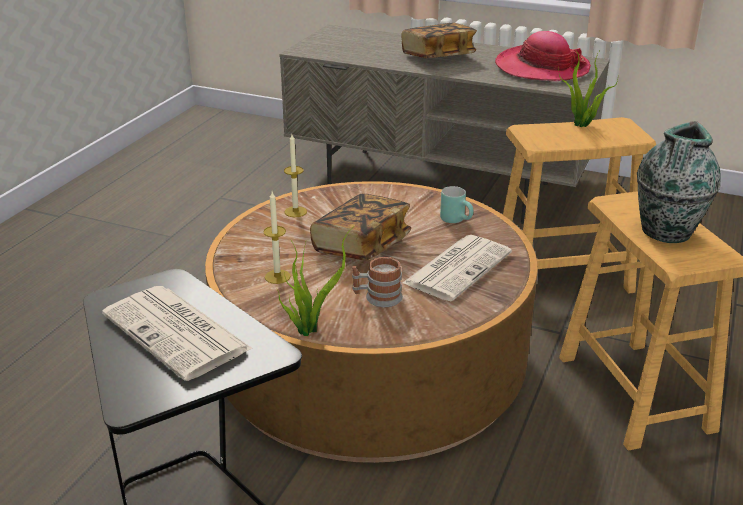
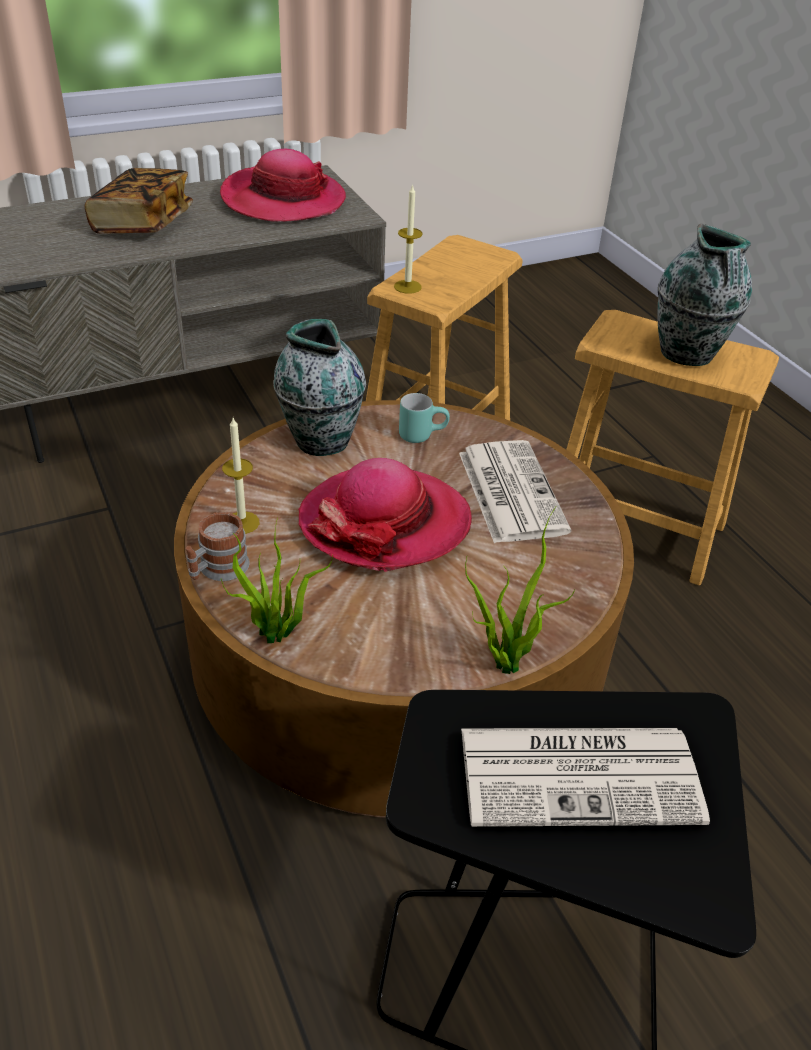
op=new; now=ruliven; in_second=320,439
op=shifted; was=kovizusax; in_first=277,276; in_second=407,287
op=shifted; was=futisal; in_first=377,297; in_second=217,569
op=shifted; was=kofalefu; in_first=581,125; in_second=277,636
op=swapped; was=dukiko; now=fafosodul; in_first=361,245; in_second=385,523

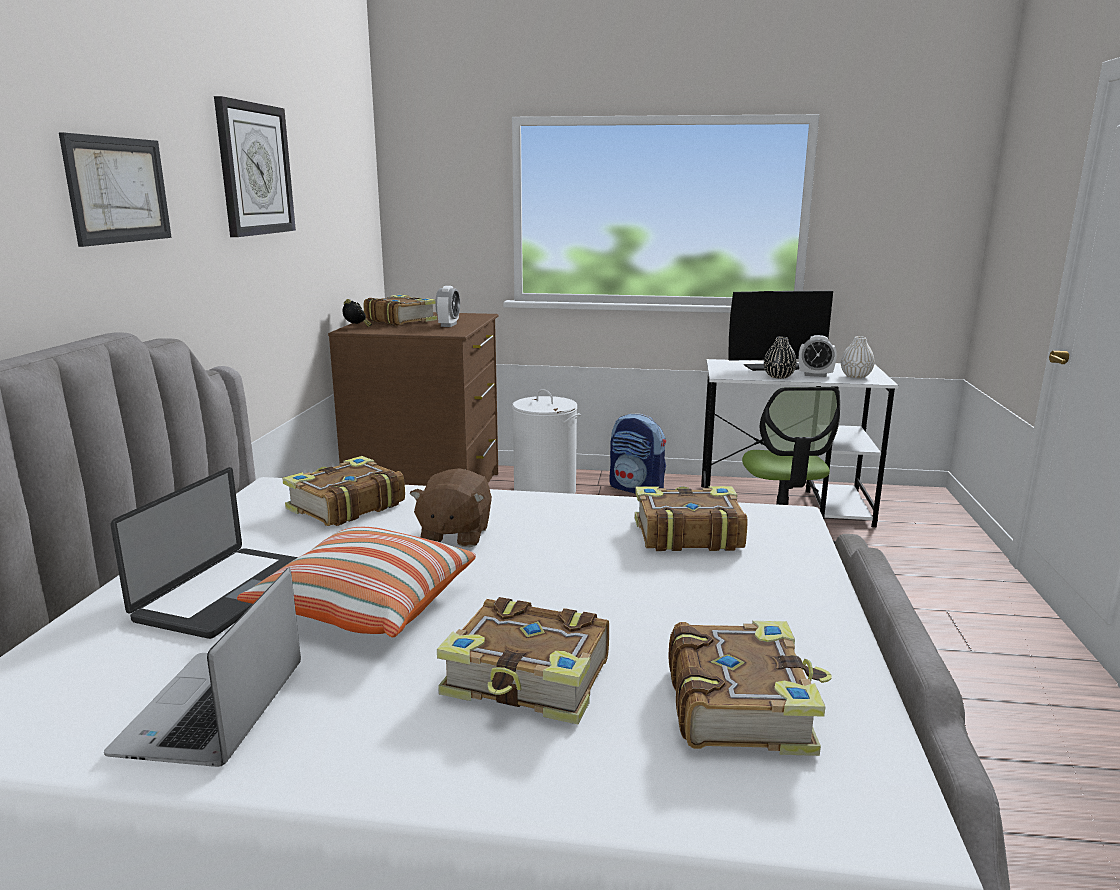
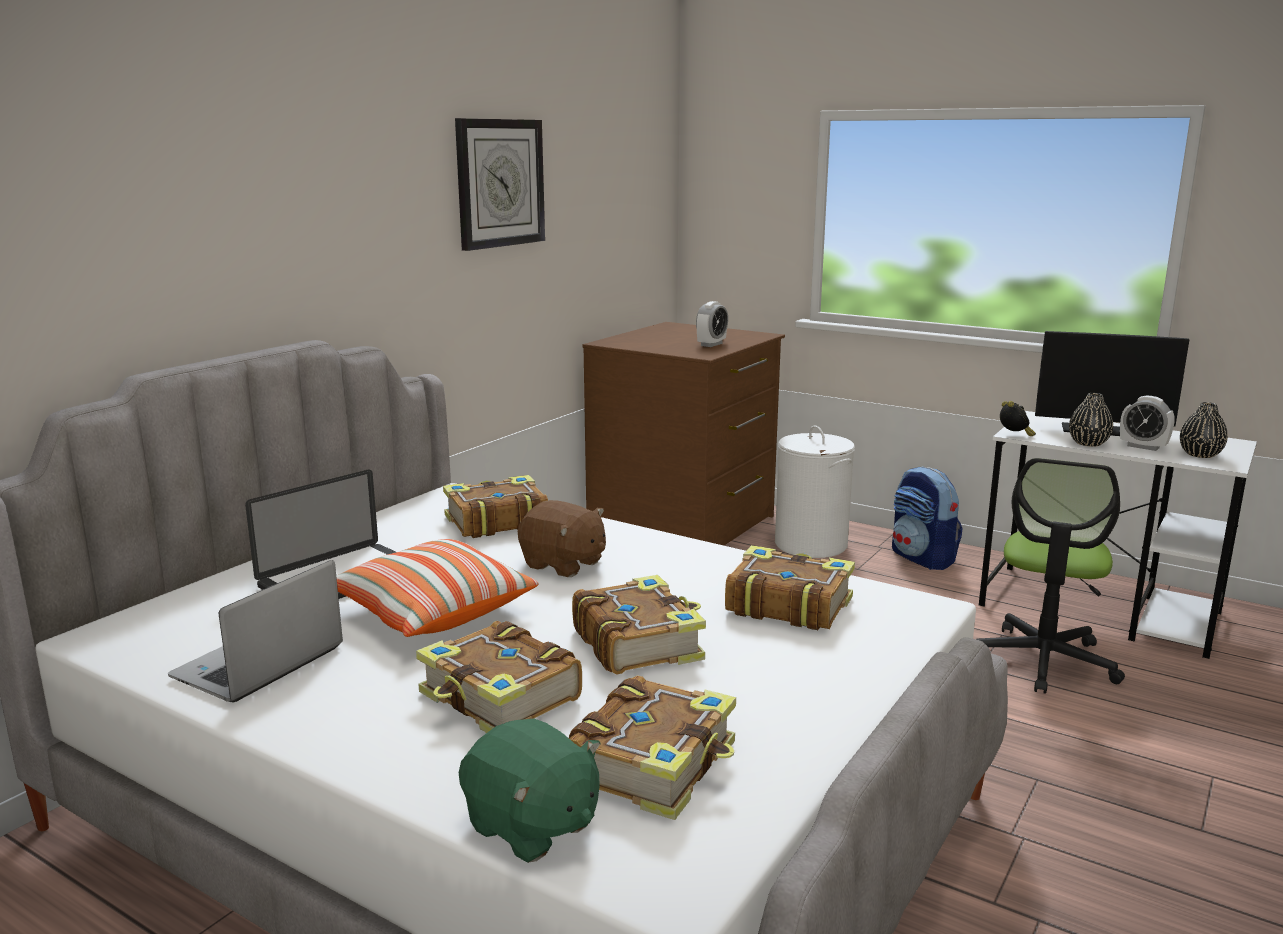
op=gone; was=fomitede; in_first=118,190
op=new; now=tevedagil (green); in_second=531,826
op=shifted; was=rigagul; in_first=356,327; in_second=1014,436
op=shifted; was=dukiko; in_first=400,320; in_second=638,642
op=repainted; was=ruliven (white); now=ruliven (black); in_first=855,376; in_second=1200,454
op=rotated; was=tevedagil (brown); in_first=454,535; in_second=563,564; clockwise=-90

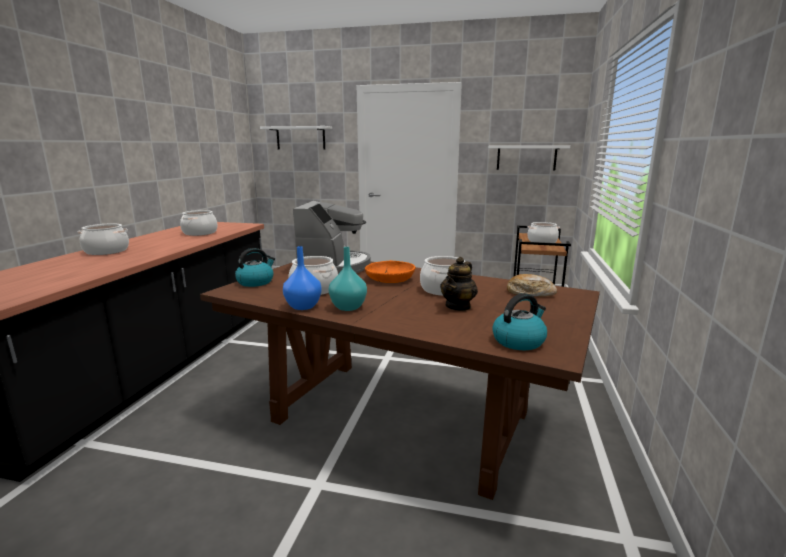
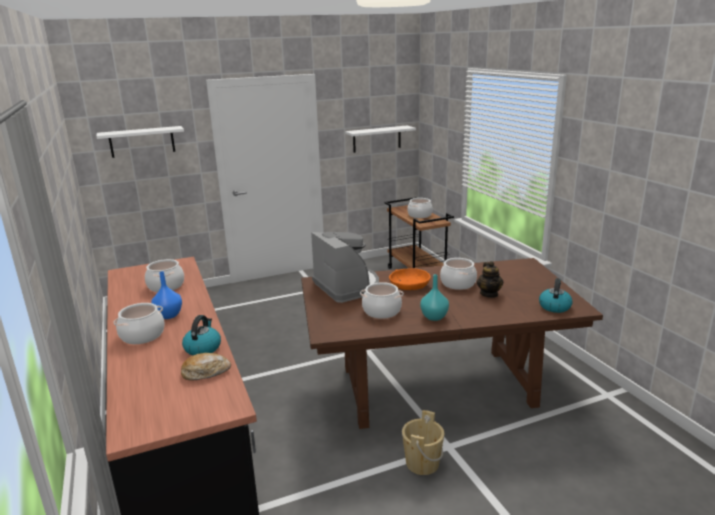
op=new; now=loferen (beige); in_second=422,463
op=shifted; was=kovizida; in_first=256,282; in_second=203,348
op=shifted; was=ruliven (blue); in_first=303,307; in_second=169,315
op=shifted; was=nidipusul; in_first=530,293; in_second=206,372

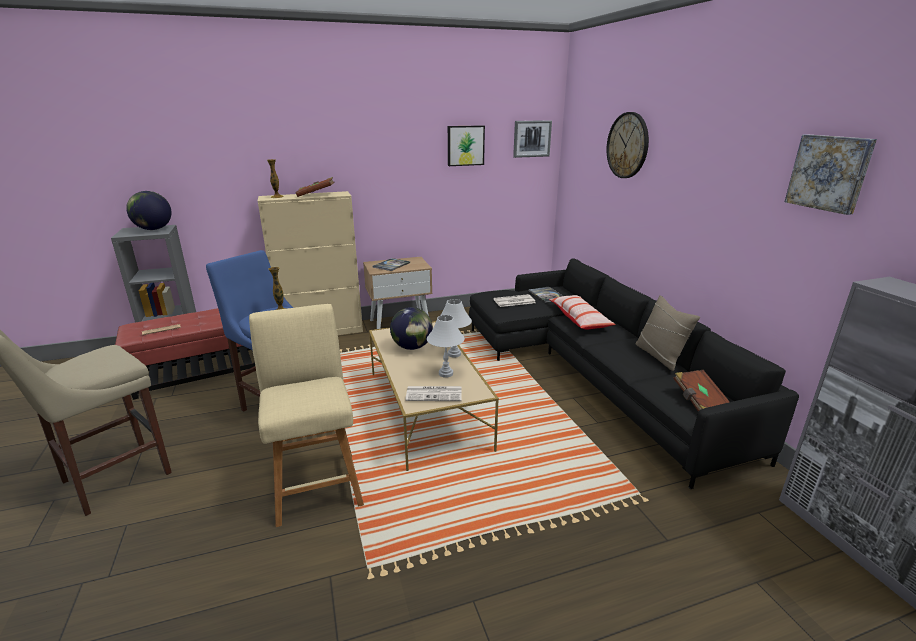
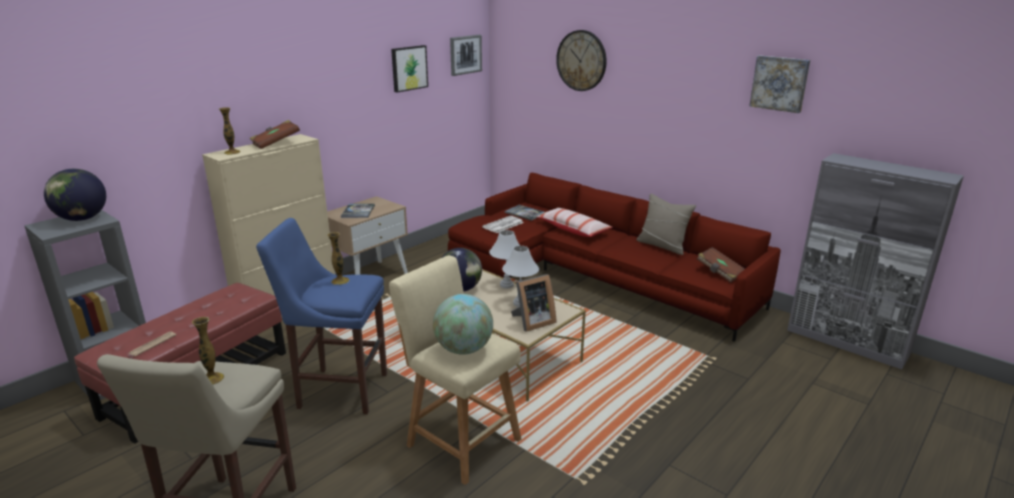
op=new; now=ruliven; in_second=212,379
op=new; now=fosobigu; in_second=464,349
op=swapped; was=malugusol; now=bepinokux; in_first=435,394; in_second=532,322
op=repainted; was=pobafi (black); now=pobafi (red); in_first=593,372; in_second=594,276

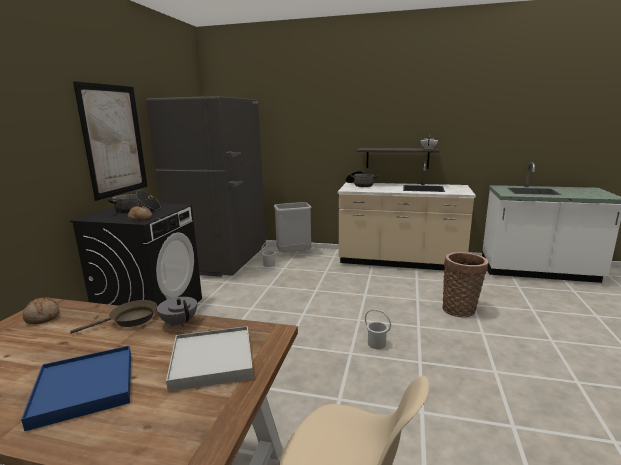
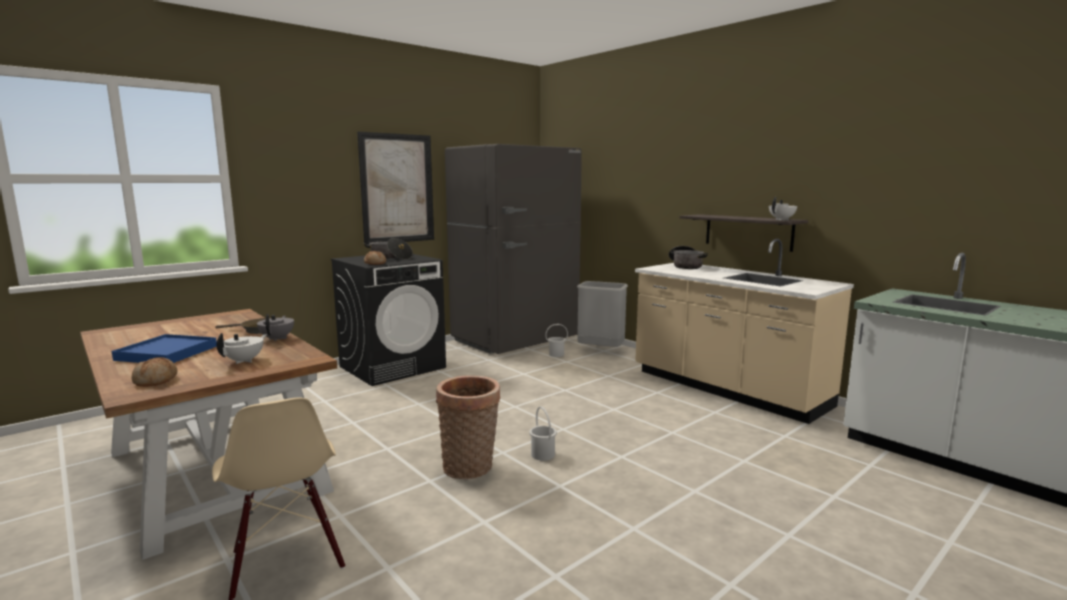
op=shifted; was=nidipusul; in_first=43,317; in_second=156,380
op=shifted; was=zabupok; in_first=460,309; in_second=470,468
op=swapped; was=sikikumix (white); now=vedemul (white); in_first=212,360; in_second=245,361

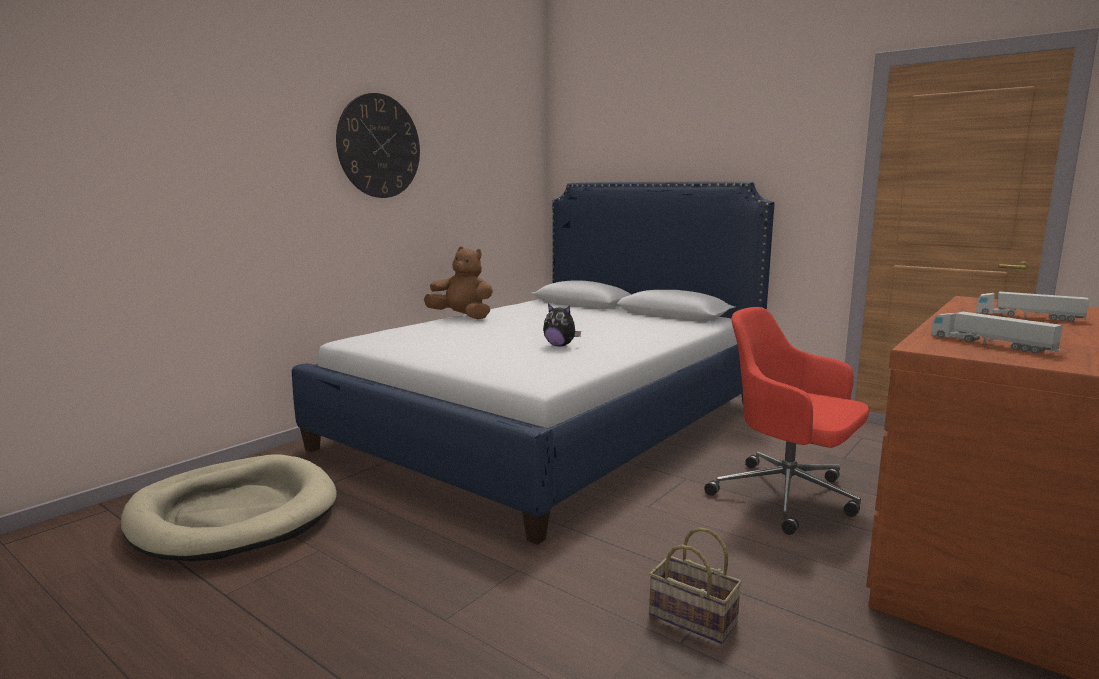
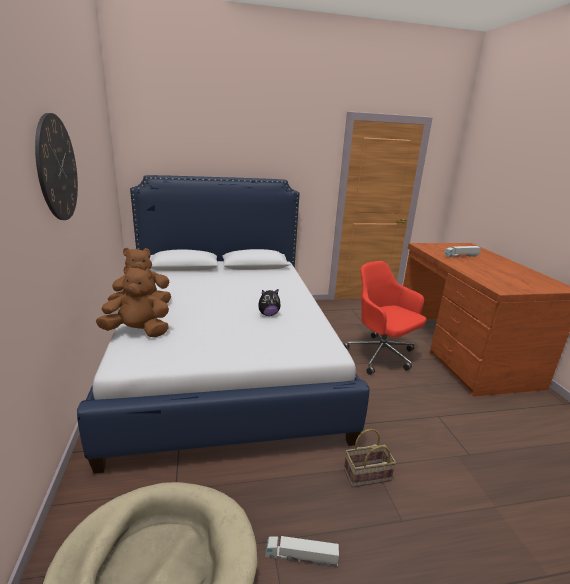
op=new; now=tevedagil (brown); in_second=138,332
op=shifted; was=zabupok; in_first=690,619; in_second=366,476
op=shifted; was=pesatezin; in_first=991,344; in_second=301,556
op=rotated; was=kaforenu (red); in_first=788,497; in_second=381,356; clockwise=60

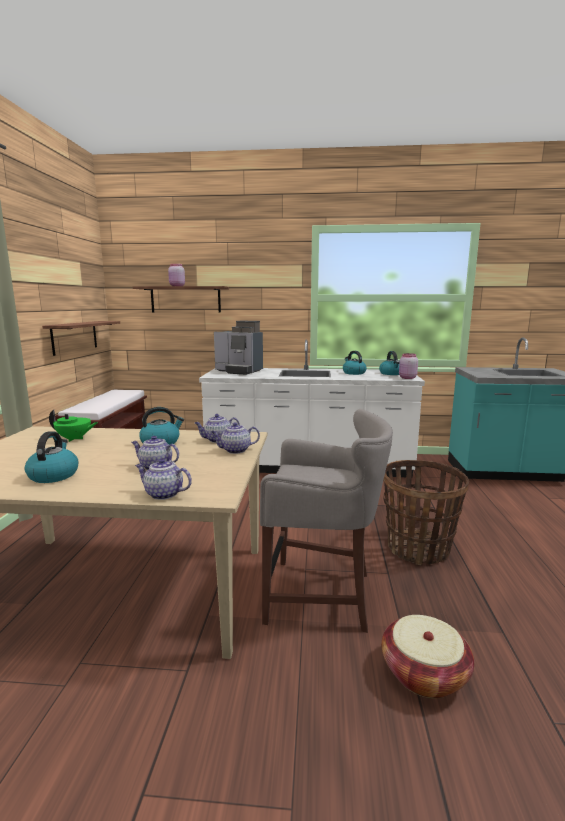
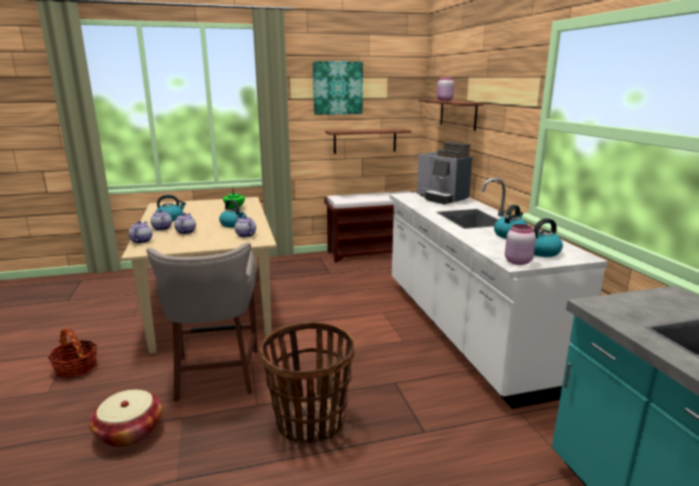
op=new; now=zabupok; in_second=76,368
op=new; now=fomitede; in_second=337,88
op=shifted; was=vedemul; in_first=235,450; in_second=161,228
op=rotated; was=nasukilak; in_first=239,371; in_second=442,198; clockwise=-45

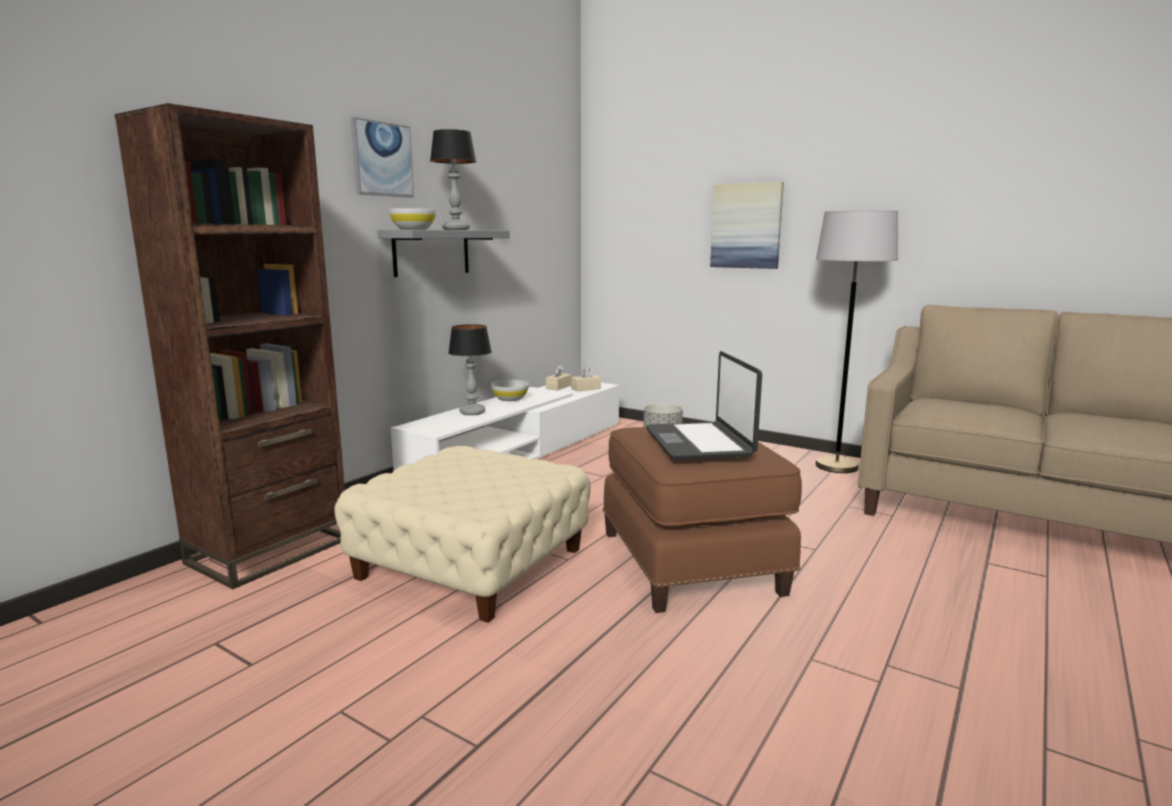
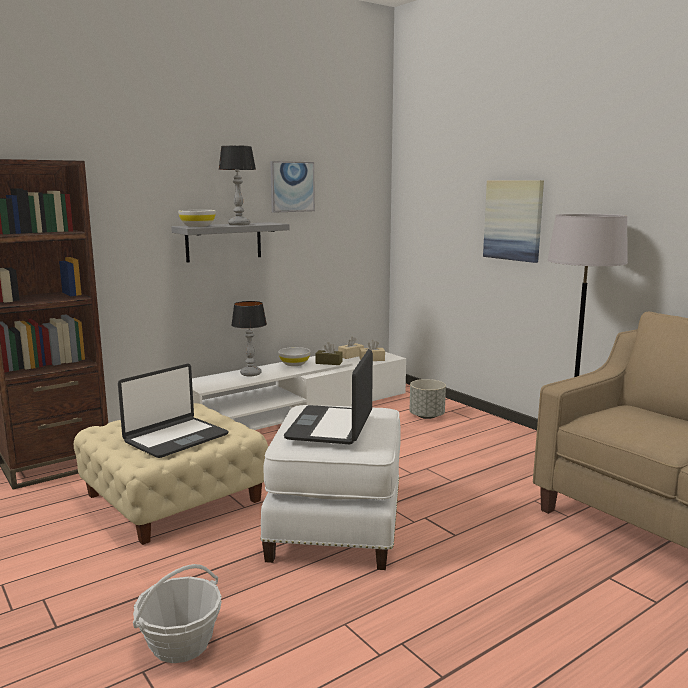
op=new; now=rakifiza; in_second=175,438
op=new; now=zabupok; in_second=180,643
op=new; now=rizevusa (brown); in_second=329,362
op=shifted; was=fomitede; in_first=382,159; in_second=292,186
op=repainted; was=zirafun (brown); now=zirafun (white); in_first=692,561; in_second=338,526

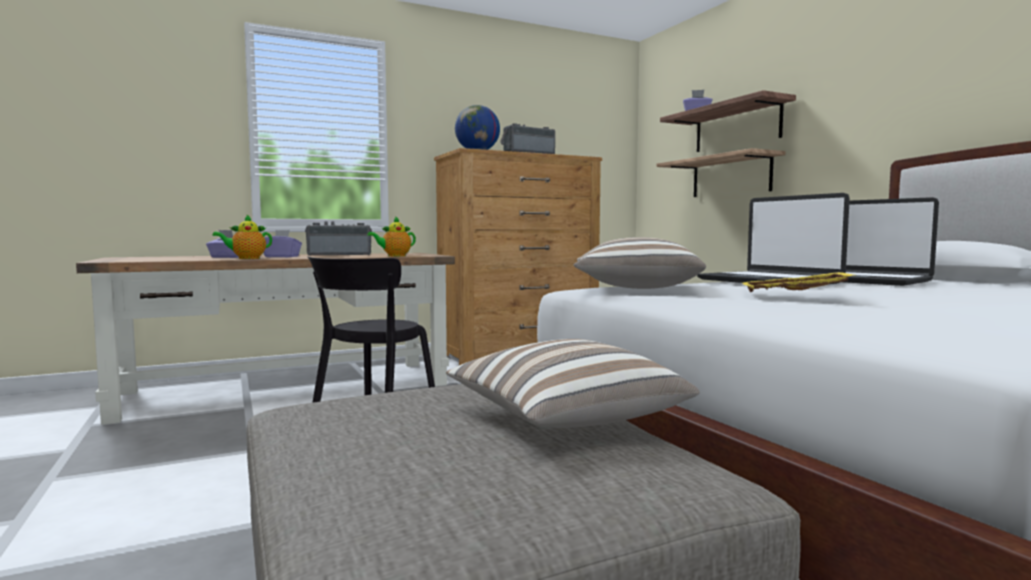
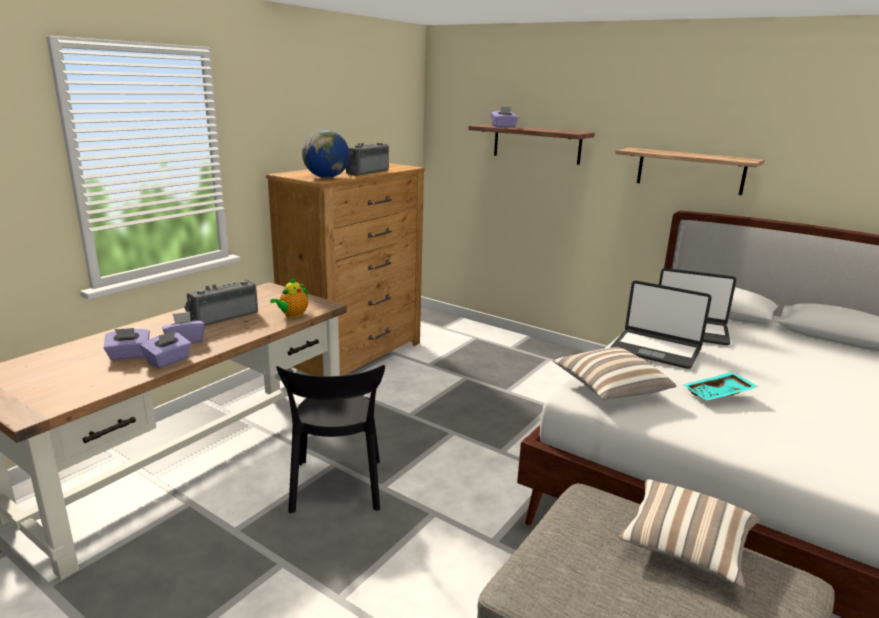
op=shifted; was=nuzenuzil; in_first=731,176; in_second=690,171
op=swapped; was=vedemul; now=rizevusa (purple); in_first=246,258; in_second=168,361
op=repainted; was=sikikumix (yellow); now=sikikumix (turquoise); in_first=795,294; in_second=719,394

